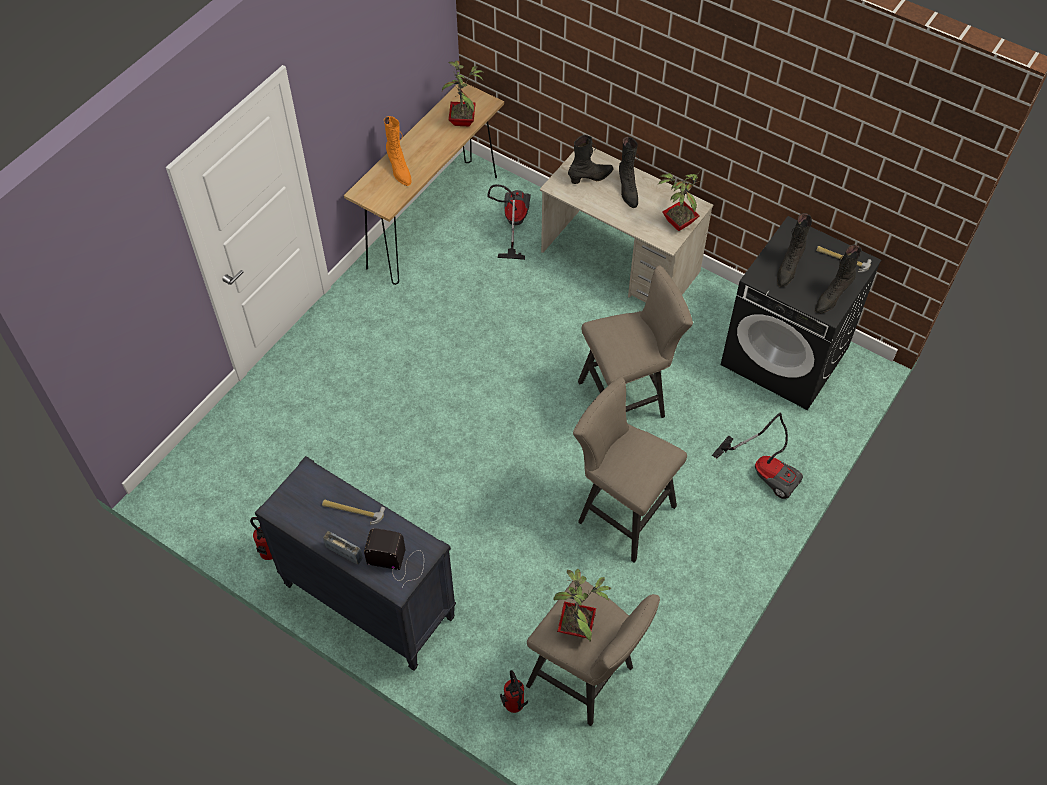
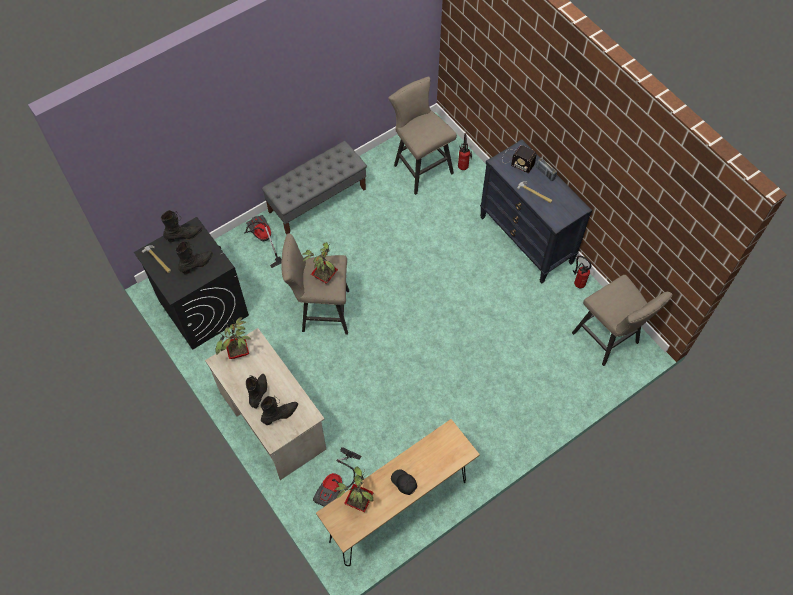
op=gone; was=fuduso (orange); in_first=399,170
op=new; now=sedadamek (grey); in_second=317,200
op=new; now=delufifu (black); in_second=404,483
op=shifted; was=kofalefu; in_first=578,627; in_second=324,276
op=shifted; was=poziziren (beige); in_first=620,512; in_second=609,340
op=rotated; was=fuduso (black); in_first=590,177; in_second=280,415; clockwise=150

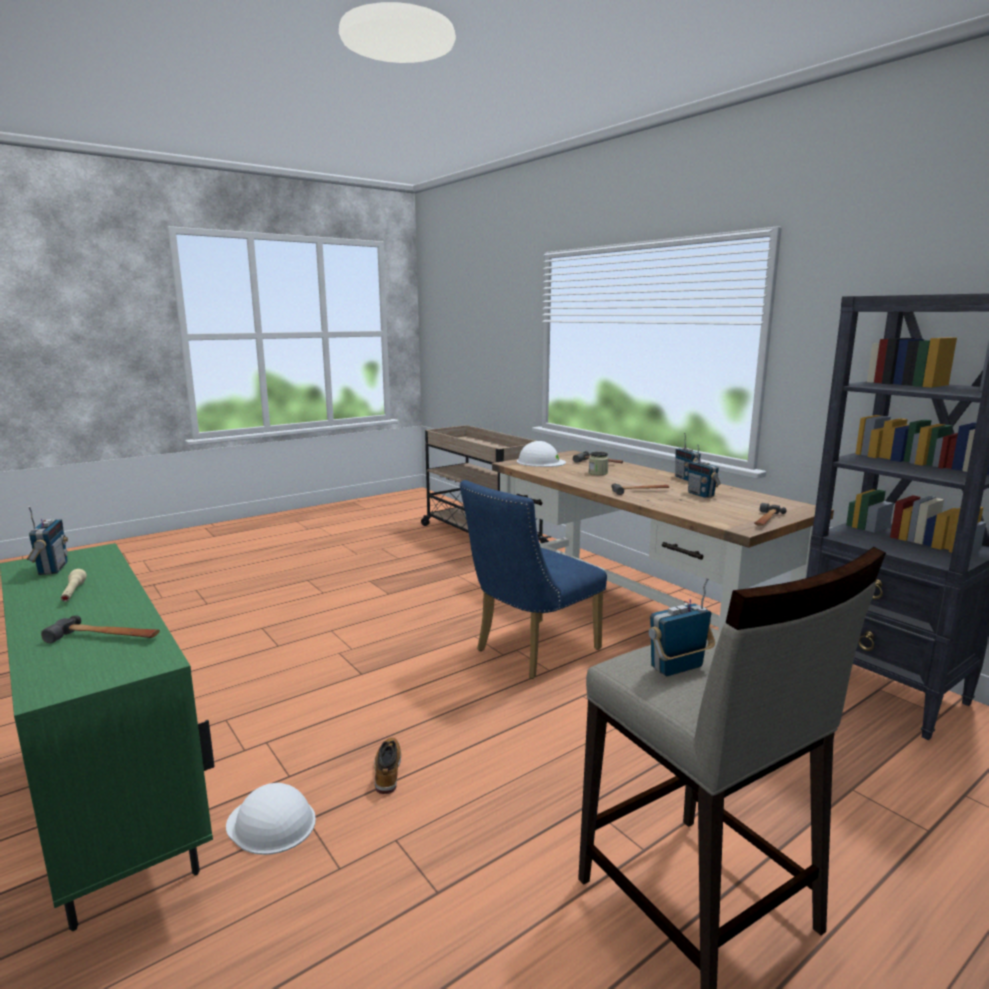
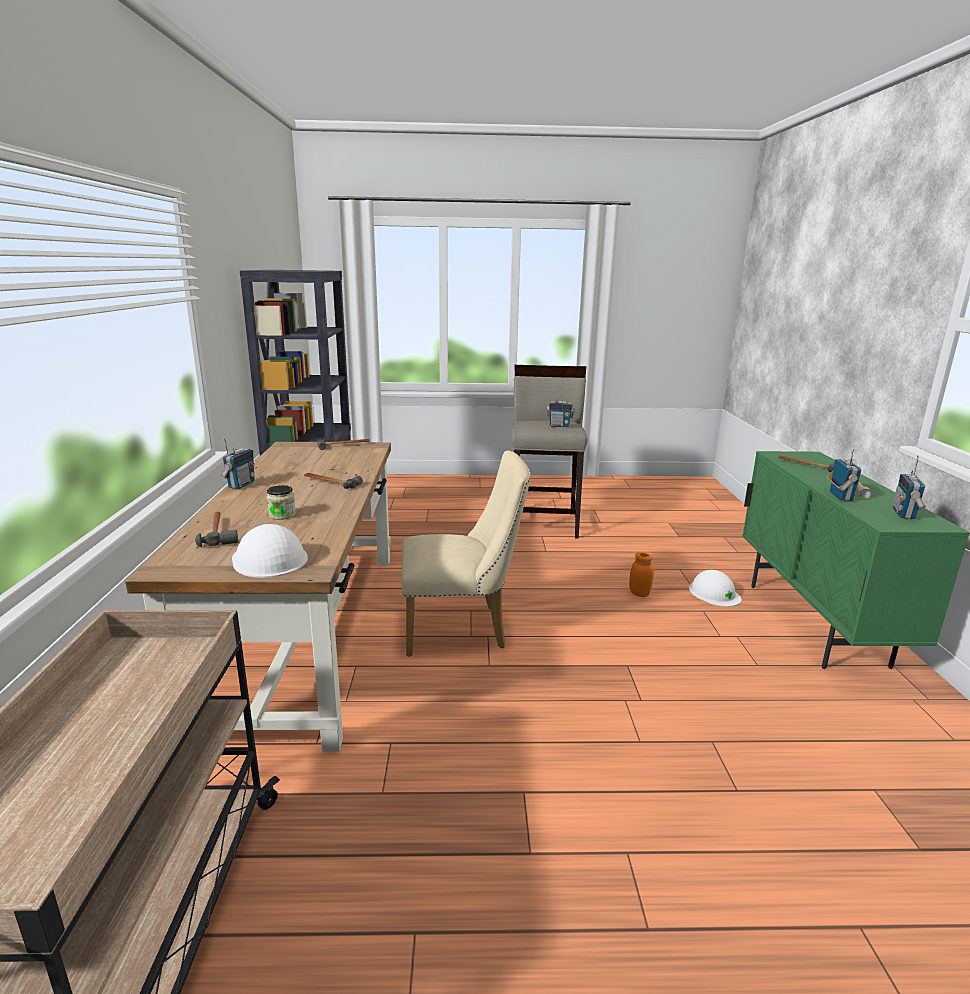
op=shifted; was=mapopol; in_first=701,494; in_second=840,496
op=swapped; was=fuduso; now=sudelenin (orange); in_first=387,770; in_second=639,594
op=repainted; was=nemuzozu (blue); now=nemuzozu (beige); in_first=529,651; in_second=463,630

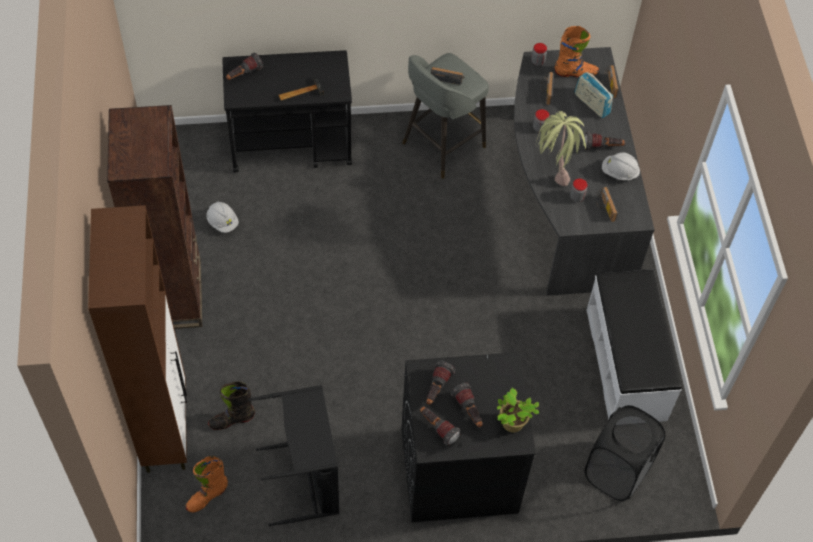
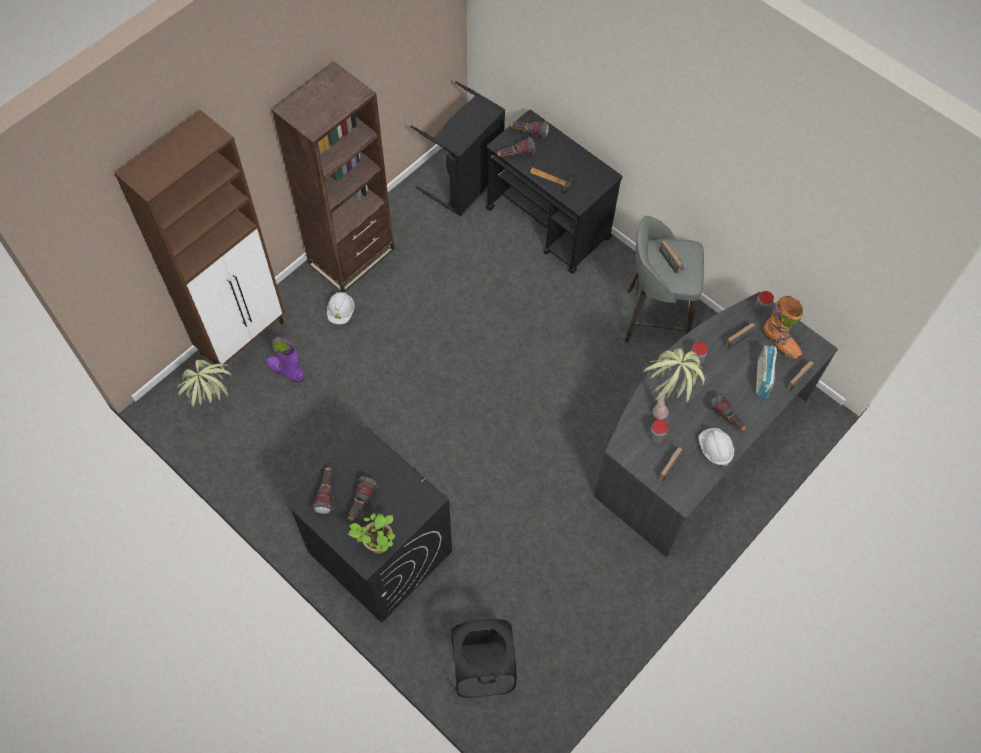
op=gone; was=sedadamek (white); in_first=627,364
op=shifted; was=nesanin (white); in_first=222,222; in_second=341,312
op=shifted; was=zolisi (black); in_first=308,479; in_second=466,185
op=shifted; was=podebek; in_first=437,389; in_second=515,155
op=swapped; was=fuduso (orange); now=kofalefu; in_first=207,496; in_second=214,404
op=repainted; was=fuduso (black); now=fuduso (purple); in_first=232,420; in_second=286,371

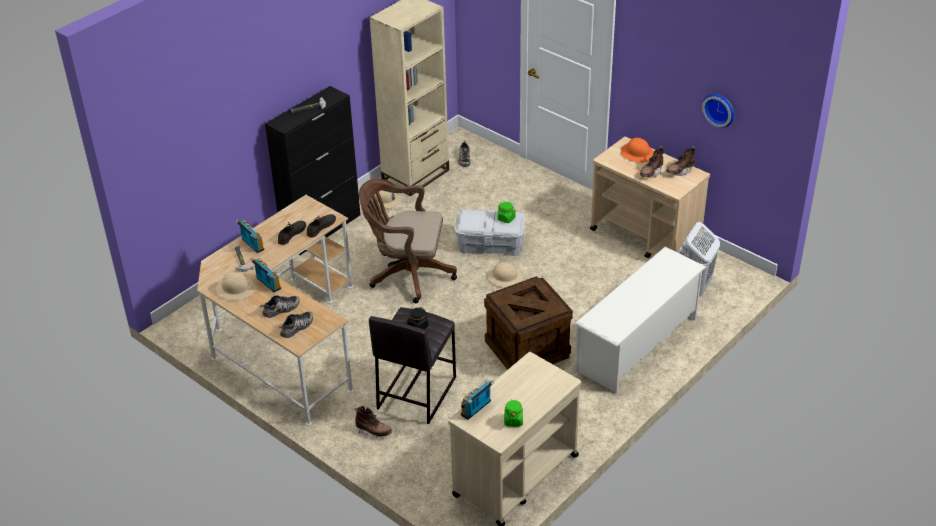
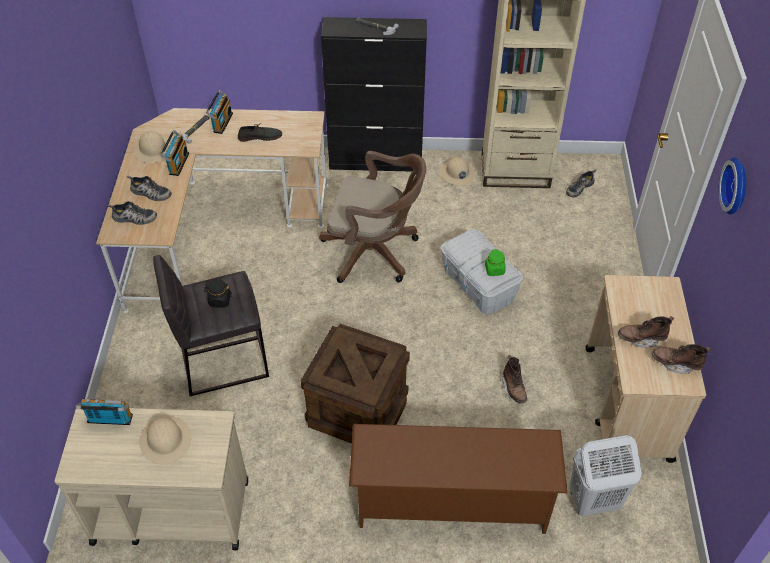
op=gone; was=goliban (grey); in_first=321,227
op=gone; was=sudelenin (green); in_first=513,420
op=gone; was=nesanin (orange); in_first=637,153
op=shifted; was=fuduso (brown); in_first=373,431; in_second=514,389
op=shifted; was=nesanin (beige); in_first=505,277; in_second=166,440
op=shifted; was=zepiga; in_first=720,109; in_second=737,186
op=repainted; was=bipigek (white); now=bipigek (brown); in_first=637,344; in_second=451,501
op=rotated; was=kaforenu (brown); in_first=407,274; in_second=375,252; clockwise=135

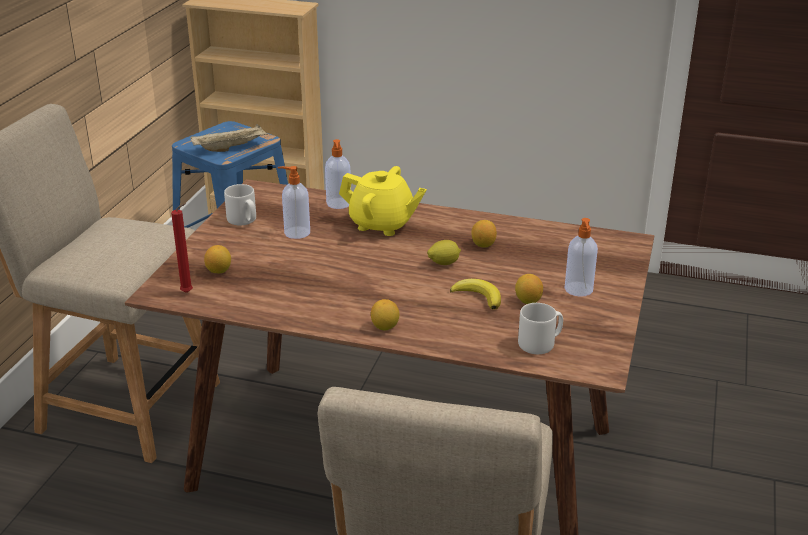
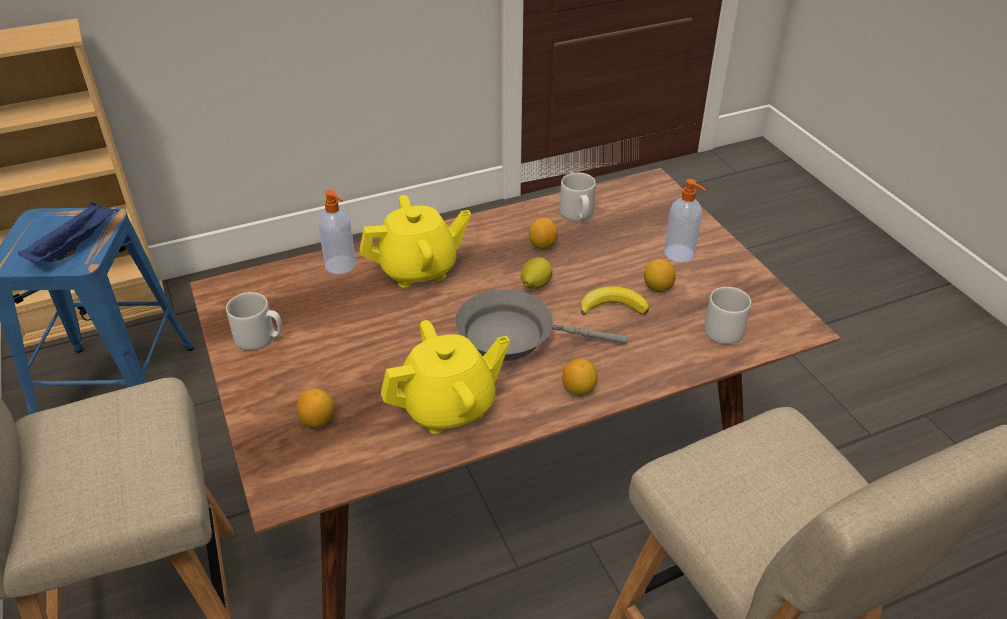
op=gone; was=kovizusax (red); in_first=188,293
op=gone; was=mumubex; in_first=296,232
op=new; now=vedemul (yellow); in_second=449,407
op=new; now=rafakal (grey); in_second=513,336
op=new; now=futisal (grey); in_second=577,215
op=repainted; was=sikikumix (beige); now=sikikumix (blue); in_first=231,148; in_second=75,246

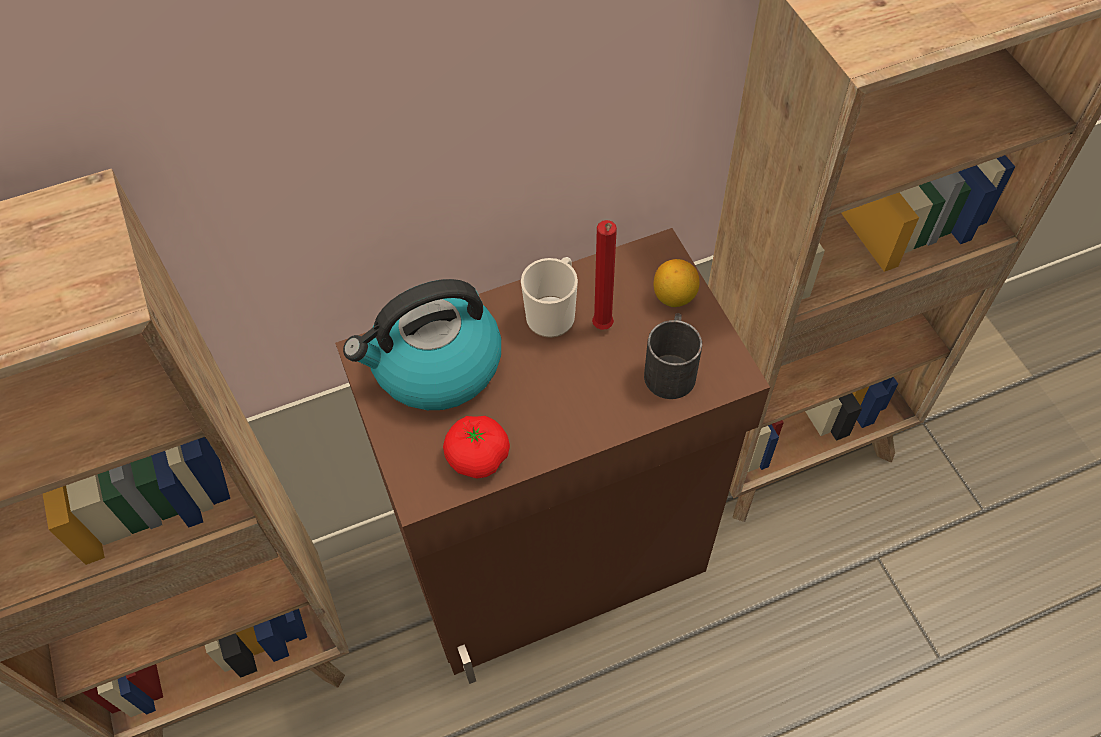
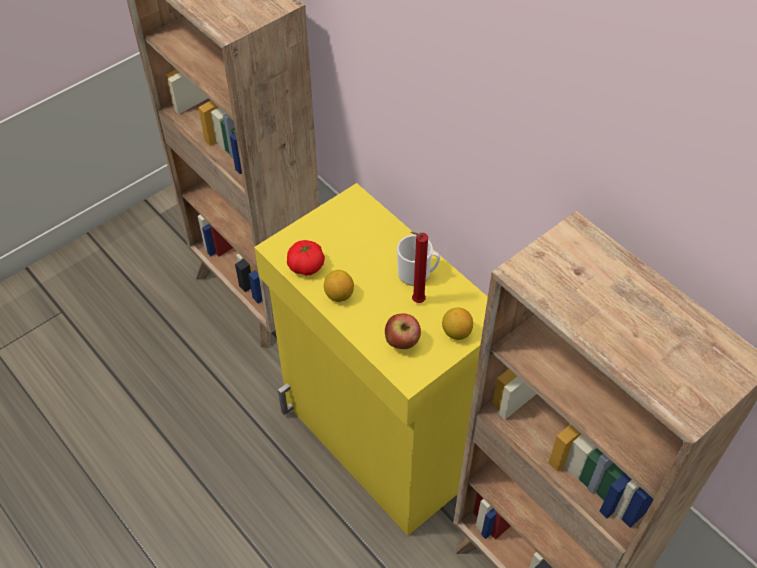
op=gone; was=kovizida; in_first=435,366
op=new; now=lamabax; in_second=339,295
op=swapped; was=futisal (black); now=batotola; in_first=671,367; in_second=402,343
op=repainted; was=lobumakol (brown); now=lobumakol (yellow); in_first=558,561; in_second=381,440

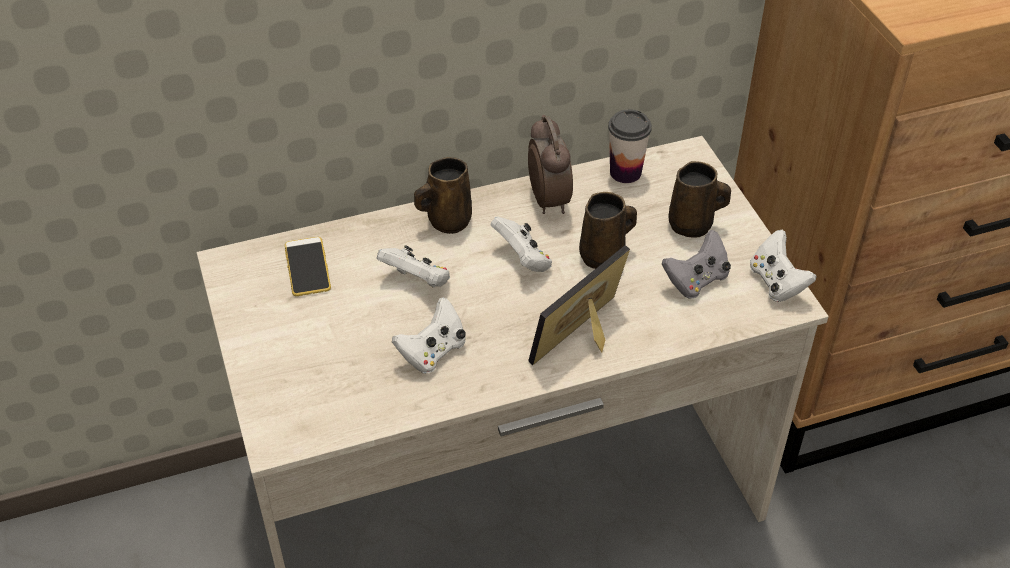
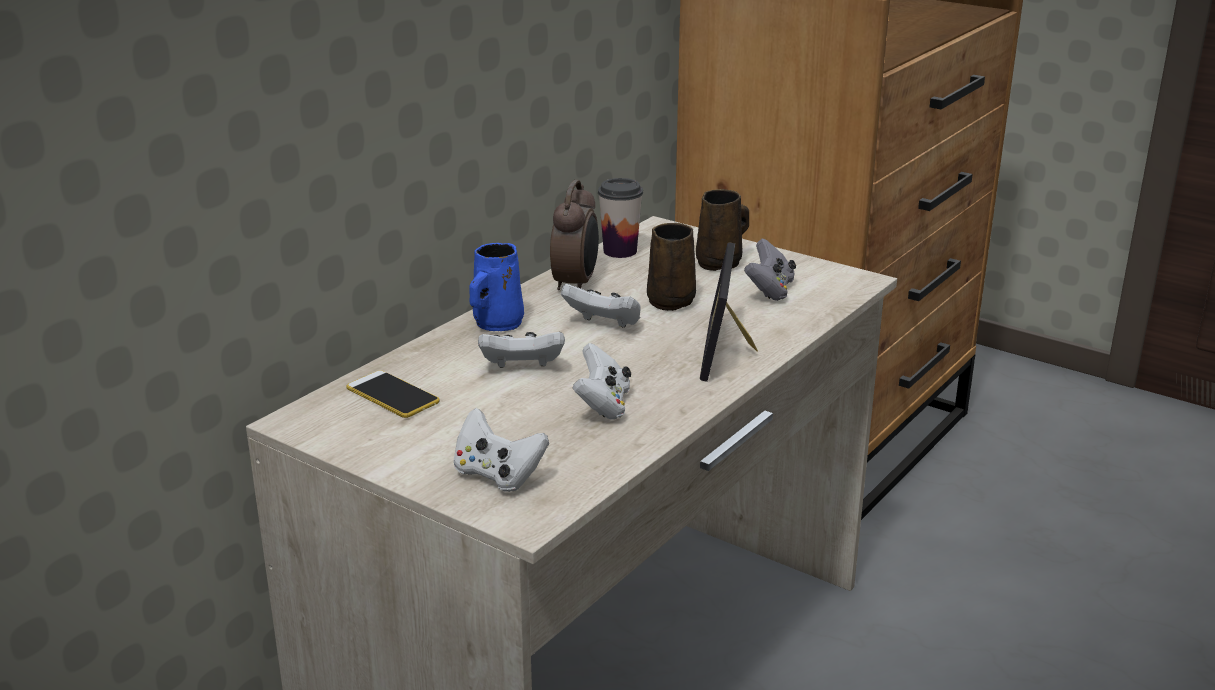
op=shifted; was=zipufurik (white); in_first=777,282; in_second=497,475
op=repainted; was=futisal (brown); now=futisal (blue); in_first=447,221; in_second=496,324
op=rotated; was=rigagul; in_first=550,200; in_second=576,284; clockwise=60

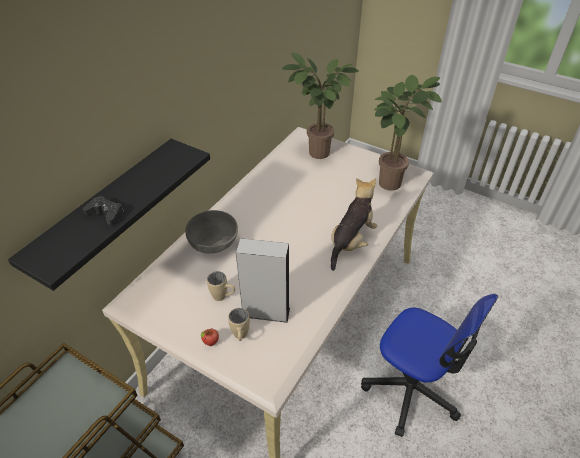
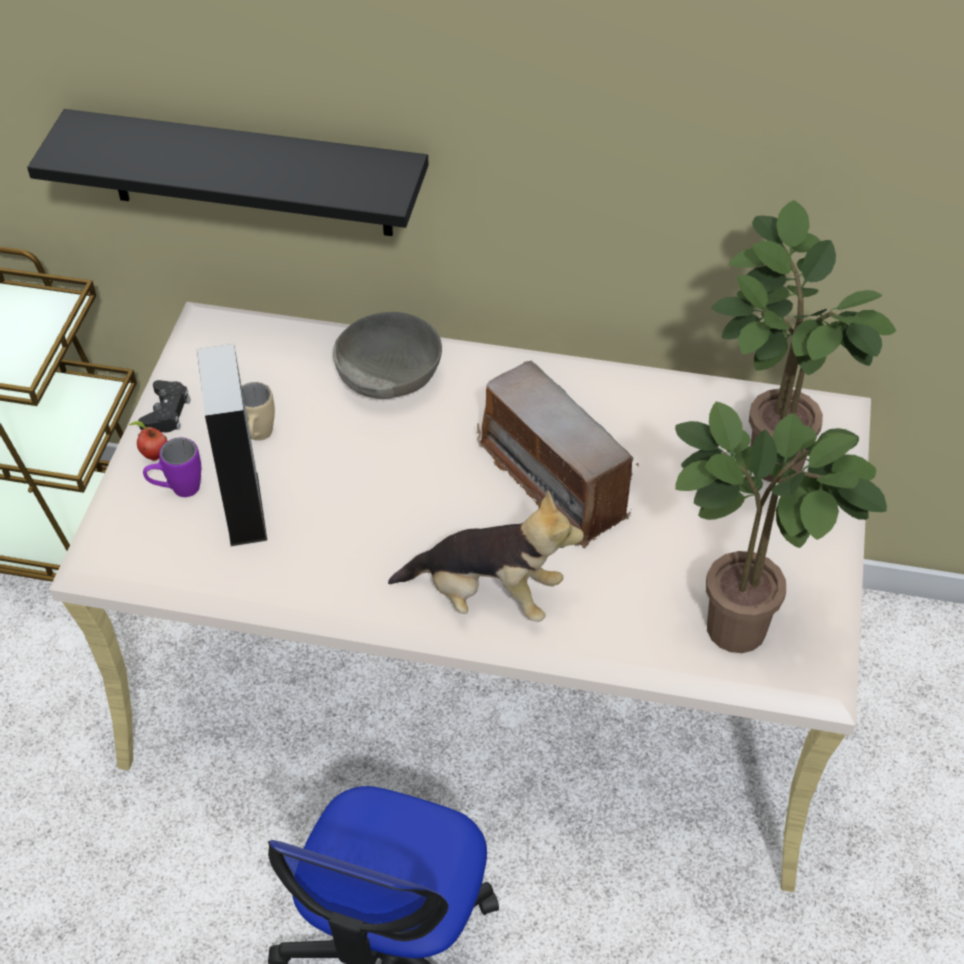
op=new; now=mapopol; in_second=554,482
op=shifted; was=zipufurik (black); in_first=106,214; in_second=166,412
op=repainted; was=futisal (beige); now=futisal (purple); in_first=240,337; in_second=177,490

